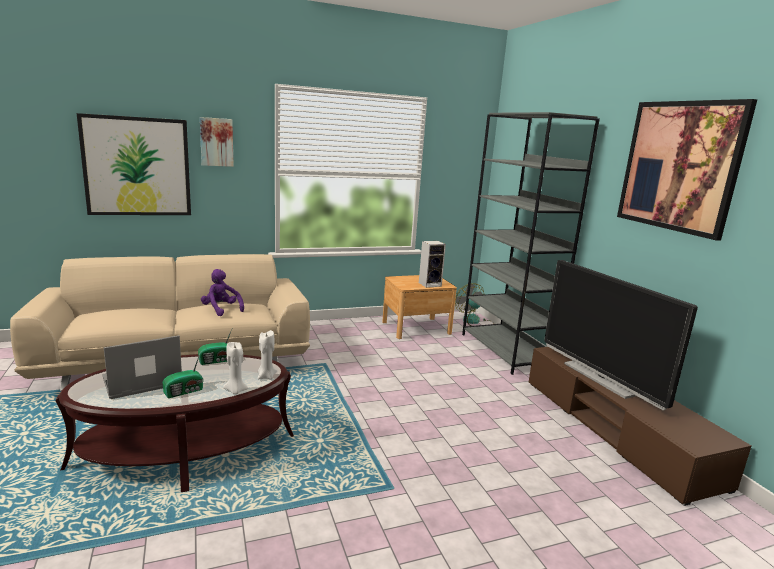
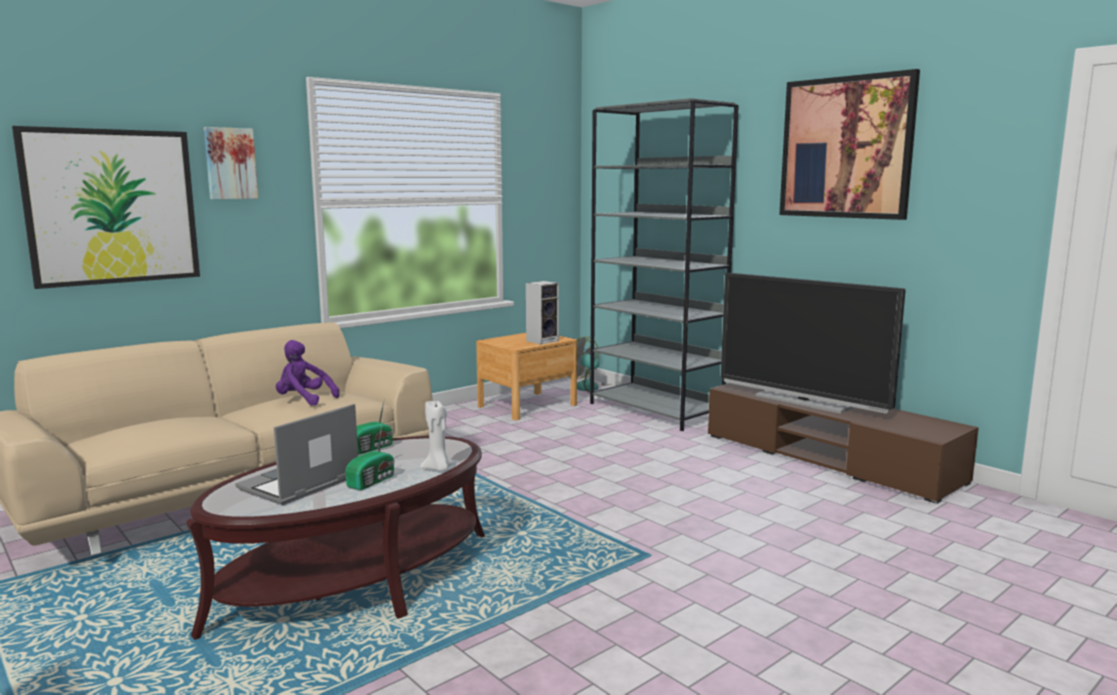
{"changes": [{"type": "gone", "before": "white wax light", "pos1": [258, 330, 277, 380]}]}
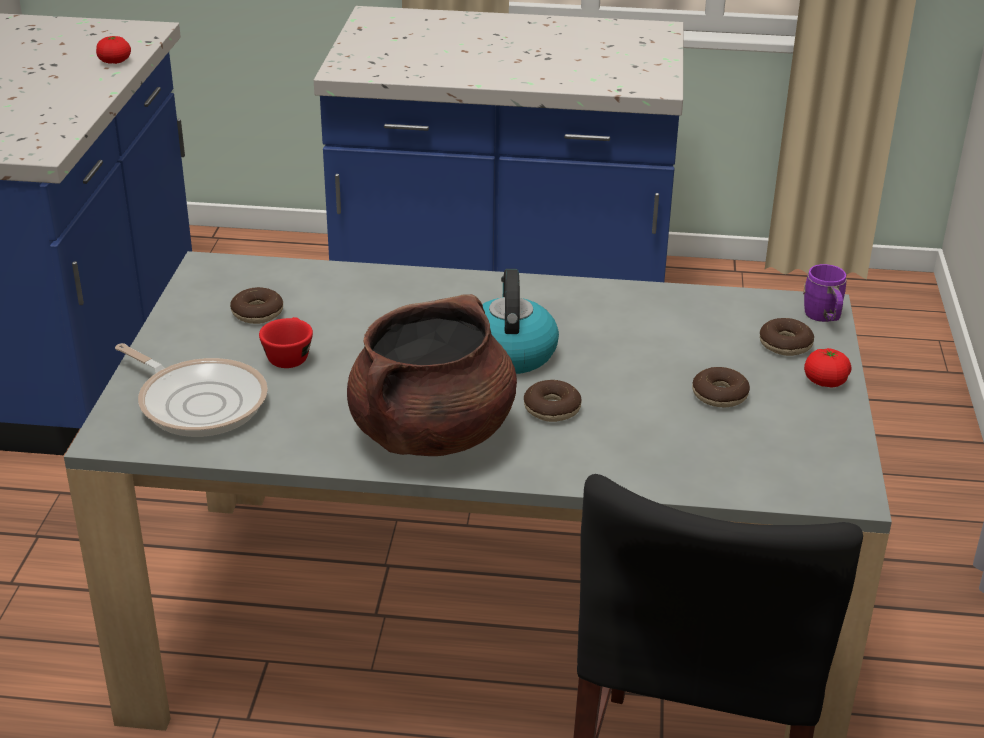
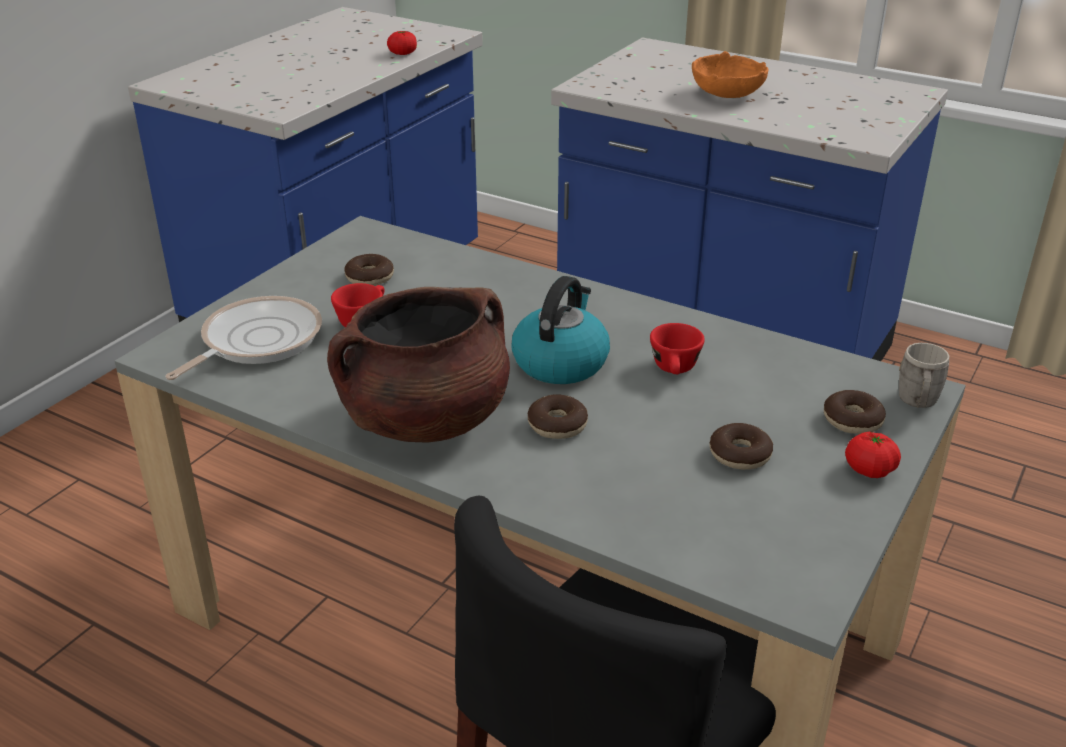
{"changes": [{"type": "rotated", "before": "pan", "pos1": [115, 343, 268, 437], "pos2": [165, 296, 322, 380], "turn": -120}, {"type": "new", "after": "red small cup", "pos2": [650, 323, 705, 374]}, {"type": "new", "after": "orange-coloured deep dish", "pos2": [692, 51, 769, 98]}, {"type": "repainted", "before": "purple mug", "after": "greyish mug", "pos1": [803, 264, 846, 322], "pos2": [899, 343, 950, 408]}]}
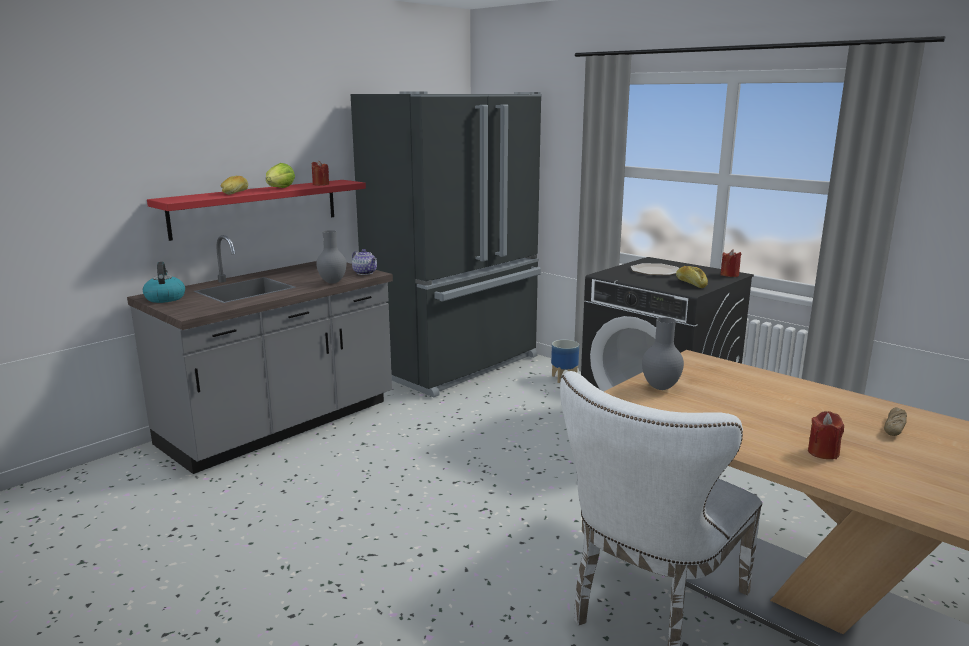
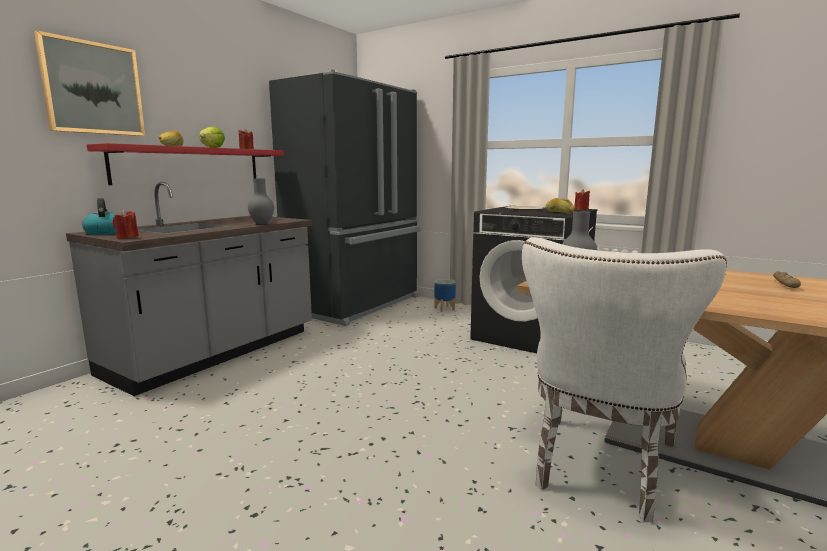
{"changes": [{"type": "new", "after": "wall picture", "pos2": [34, 31, 145, 136]}, {"type": "shifted", "before": "red wax light", "pos1": [808, 411, 844, 459], "pos2": [113, 210, 139, 239]}, {"type": "gone", "before": "pot for tea", "pos1": [352, 249, 377, 275]}]}
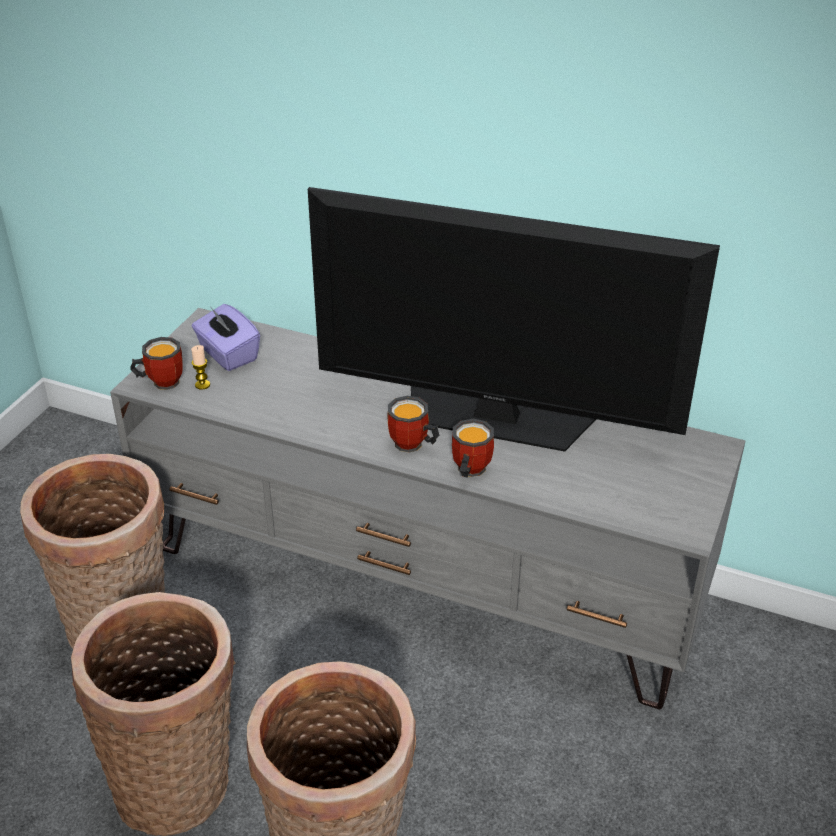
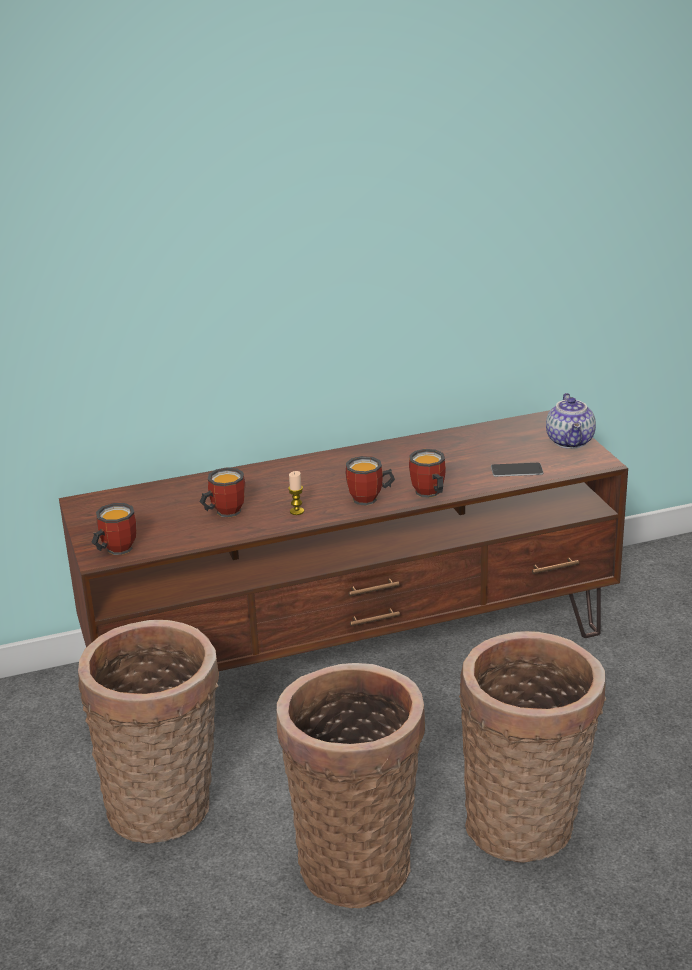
{"changes": [{"type": "repainted", "before": "greyish tv unit", "after": "brown-coloured tv unit", "pos1": [110, 308, 746, 710], "pos2": [59, 410, 628, 671]}, {"type": "new", "after": "mug", "pos2": [200, 467, 245, 518]}, {"type": "shifted", "before": "wax light", "pos1": [191, 345, 210, 390], "pos2": [288, 471, 304, 515]}, {"type": "new", "after": "phone", "pos2": [491, 463, 544, 477]}, {"type": "new", "after": "pot for tea", "pos2": [546, 393, 596, 449]}, {"type": "gone", "before": "purple box of tissues", "pos1": [192, 304, 260, 371]}, {"type": "gone", "before": "TV set", "pos1": [308, 187, 720, 451]}]}
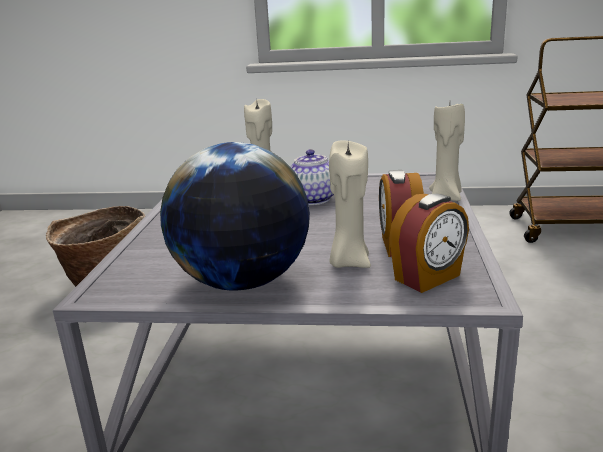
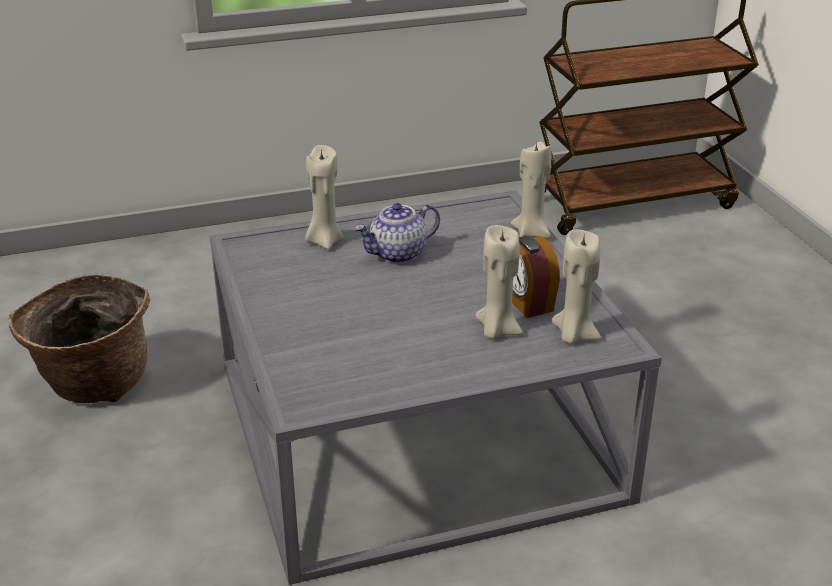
{"changes": [{"type": "swapped", "before": "alarm clock", "after": "sand-coloured wax light", "pos1": [389, 194, 469, 293], "pos2": [551, 229, 601, 344]}, {"type": "gone", "before": "world globe", "pos1": [160, 142, 310, 290]}]}
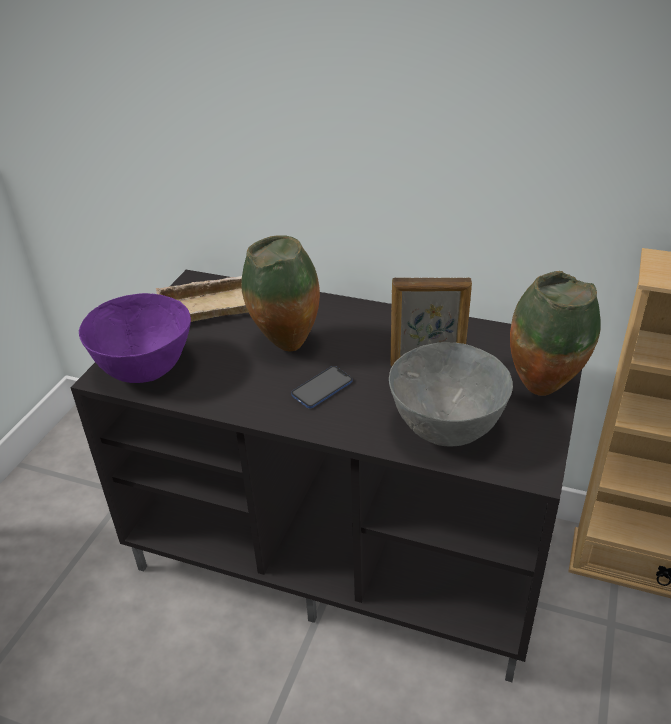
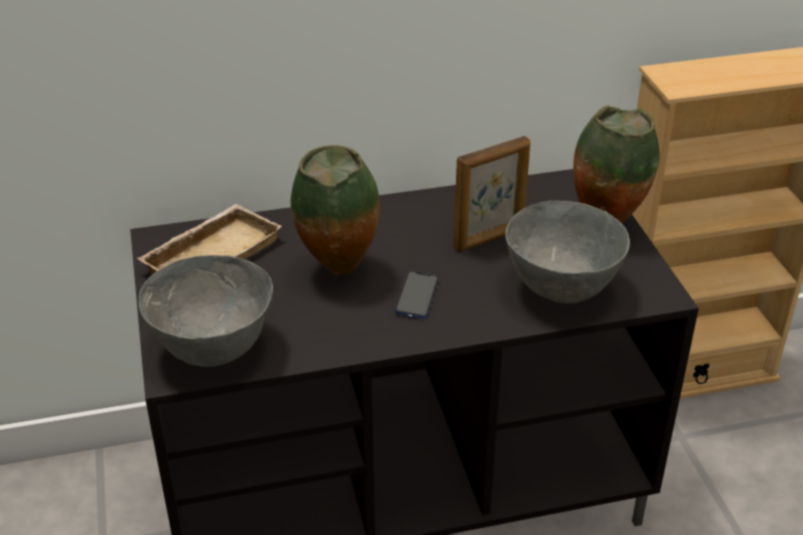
{"changes": [{"type": "repainted", "before": "purple deep dish", "after": "greyish deep dish", "pos1": [79, 293, 191, 383], "pos2": [138, 255, 273, 367]}]}
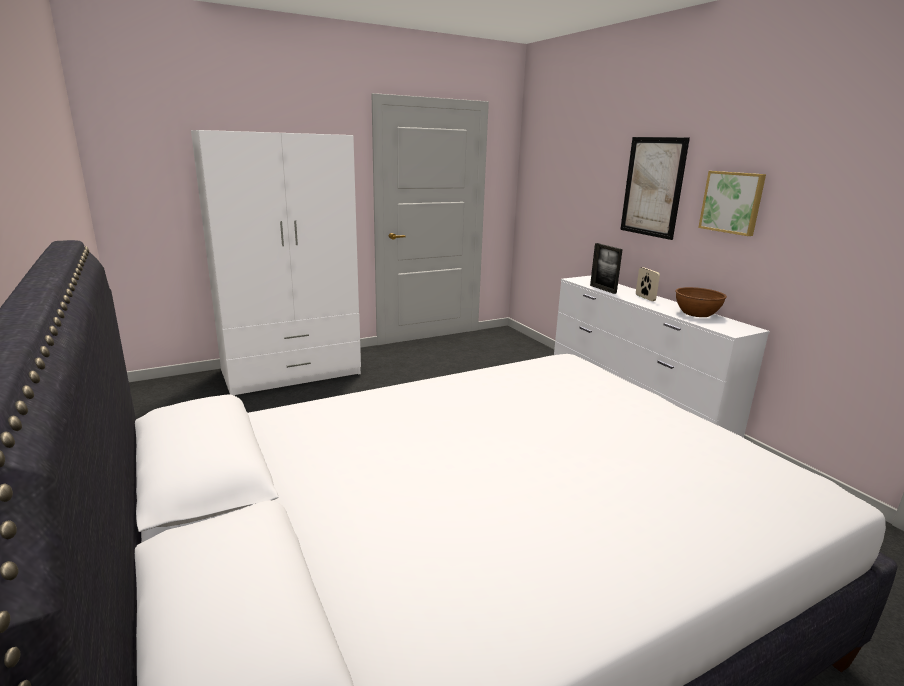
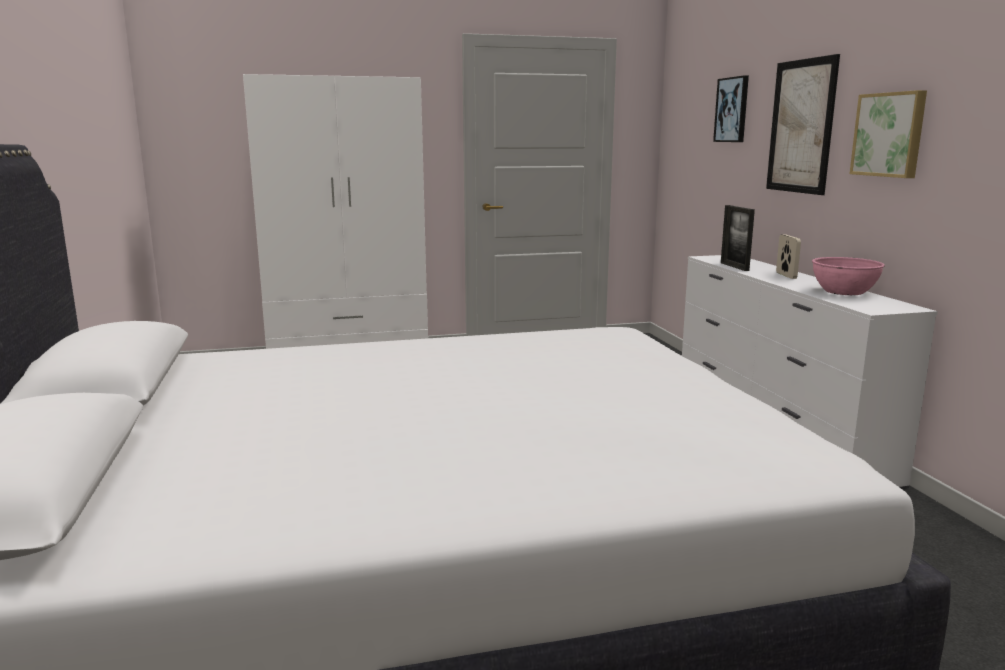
{"changes": [{"type": "new", "after": "wall picture", "pos2": [713, 75, 749, 142]}, {"type": "repainted", "before": "brown-coloured deep dish", "after": "pink deep dish", "pos1": [675, 287, 727, 317], "pos2": [812, 257, 885, 295]}]}
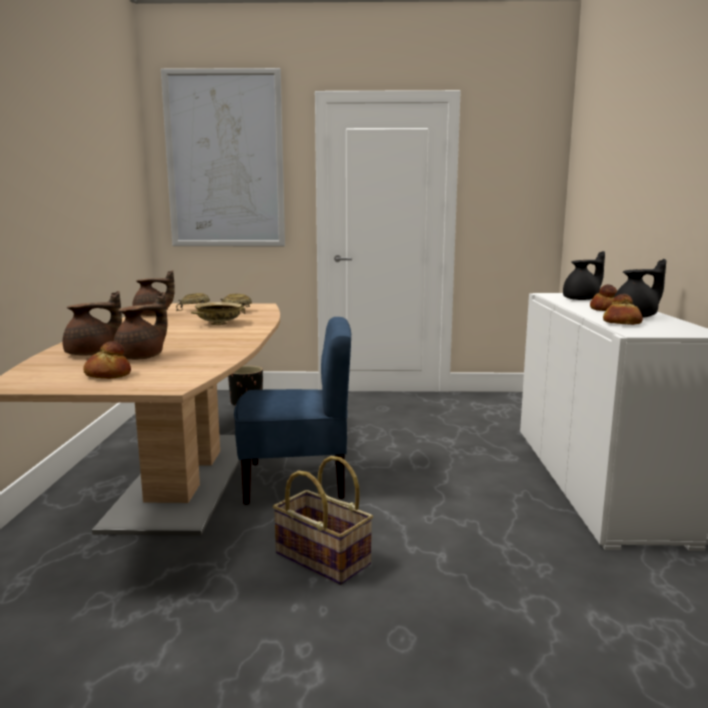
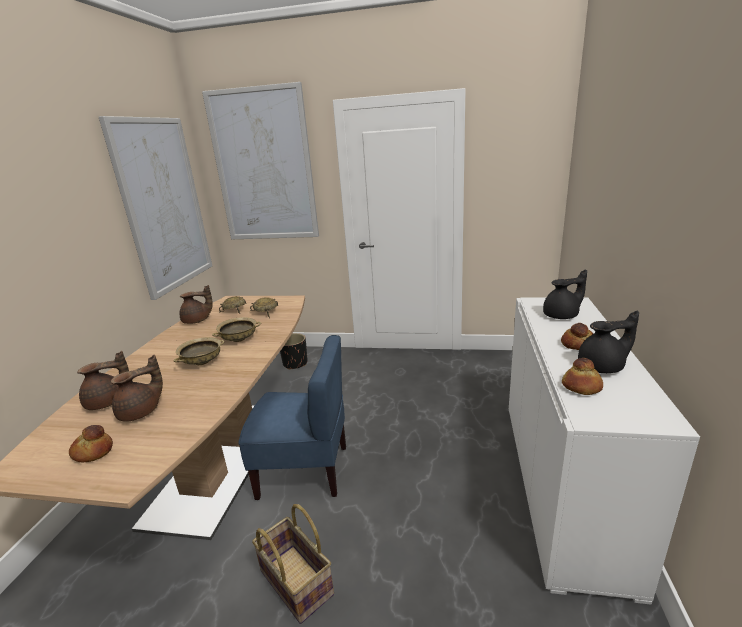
{"changes": [{"type": "new", "after": "wall picture", "pos2": [99, 116, 212, 300]}, {"type": "new", "after": "sand-coloured deep dish", "pos2": [173, 337, 224, 365]}]}
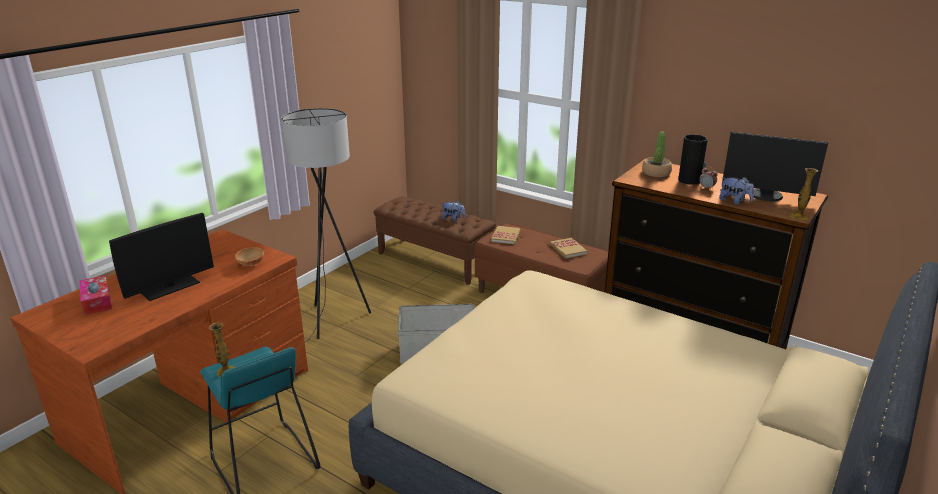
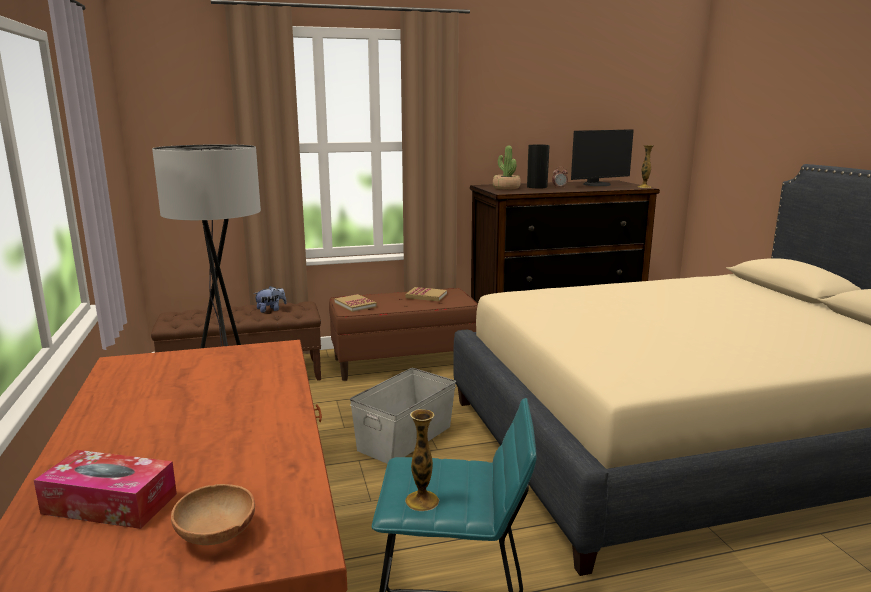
{"changes": [{"type": "shifted", "before": "brown-coloured deep dish", "pos1": [235, 247, 264, 266], "pos2": [171, 484, 255, 545]}, {"type": "gone", "before": "monitor", "pos1": [109, 213, 214, 301]}, {"type": "gone", "before": "plush toy", "pos1": [719, 177, 754, 204]}]}
